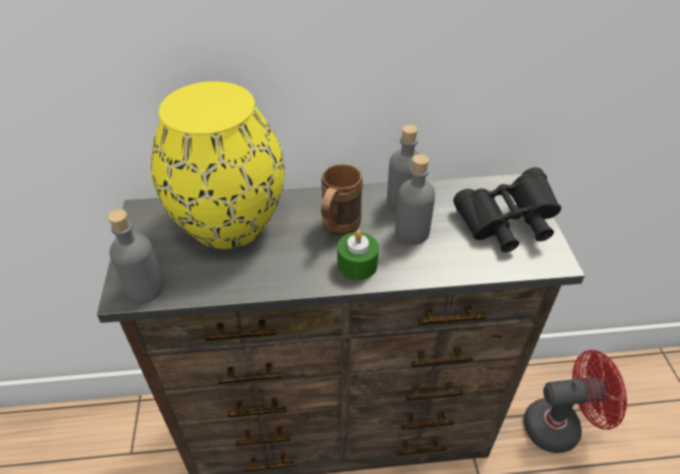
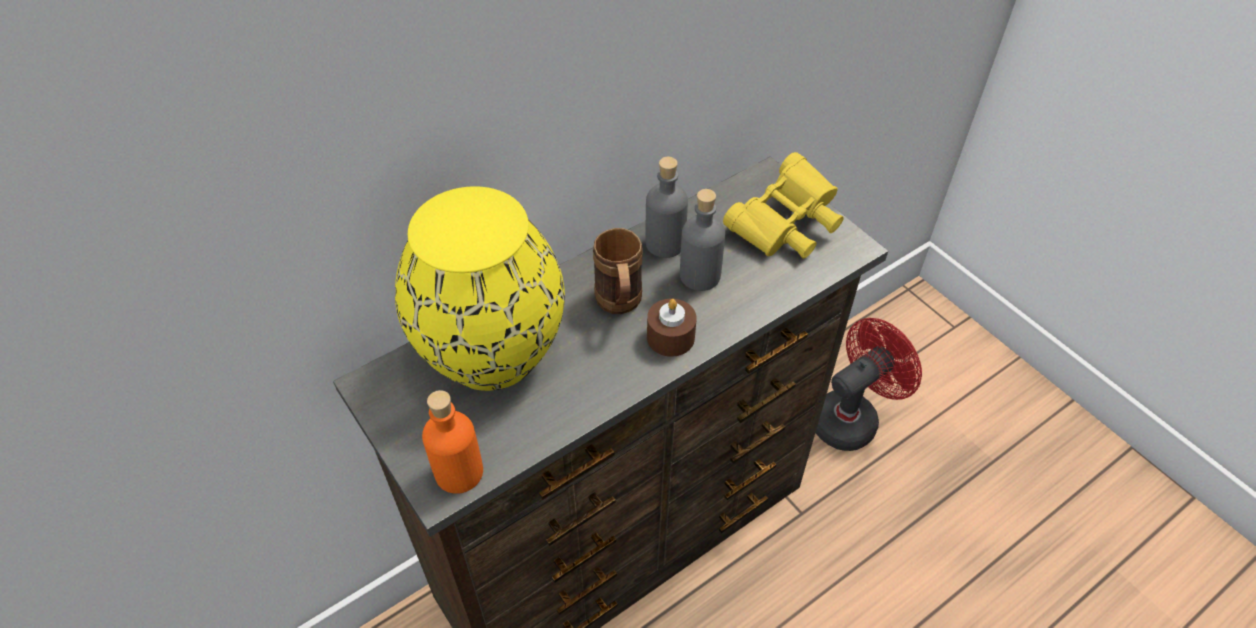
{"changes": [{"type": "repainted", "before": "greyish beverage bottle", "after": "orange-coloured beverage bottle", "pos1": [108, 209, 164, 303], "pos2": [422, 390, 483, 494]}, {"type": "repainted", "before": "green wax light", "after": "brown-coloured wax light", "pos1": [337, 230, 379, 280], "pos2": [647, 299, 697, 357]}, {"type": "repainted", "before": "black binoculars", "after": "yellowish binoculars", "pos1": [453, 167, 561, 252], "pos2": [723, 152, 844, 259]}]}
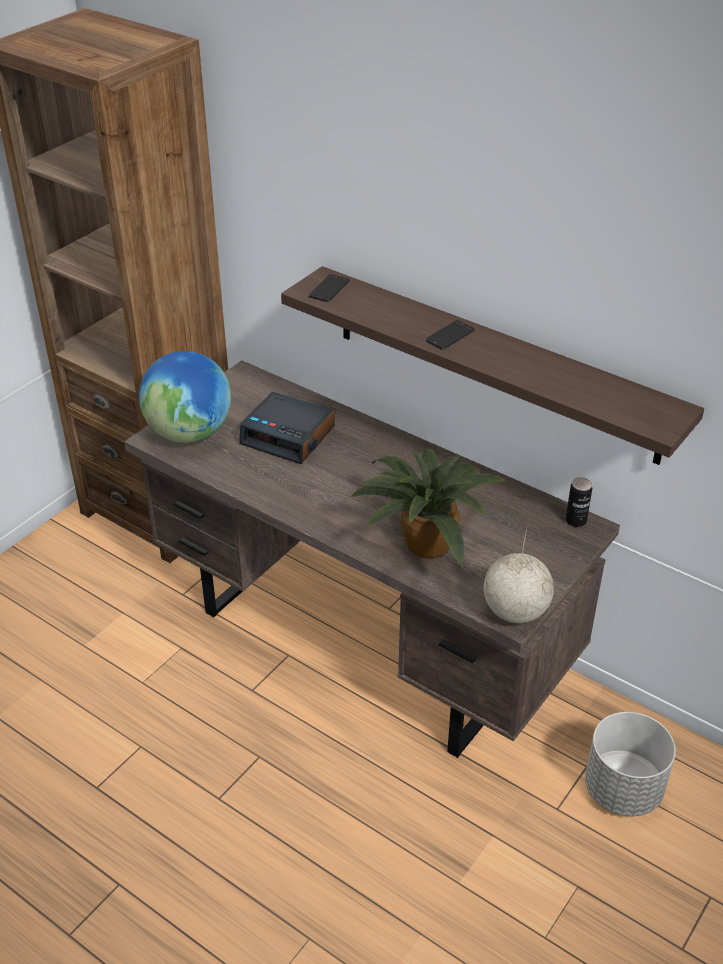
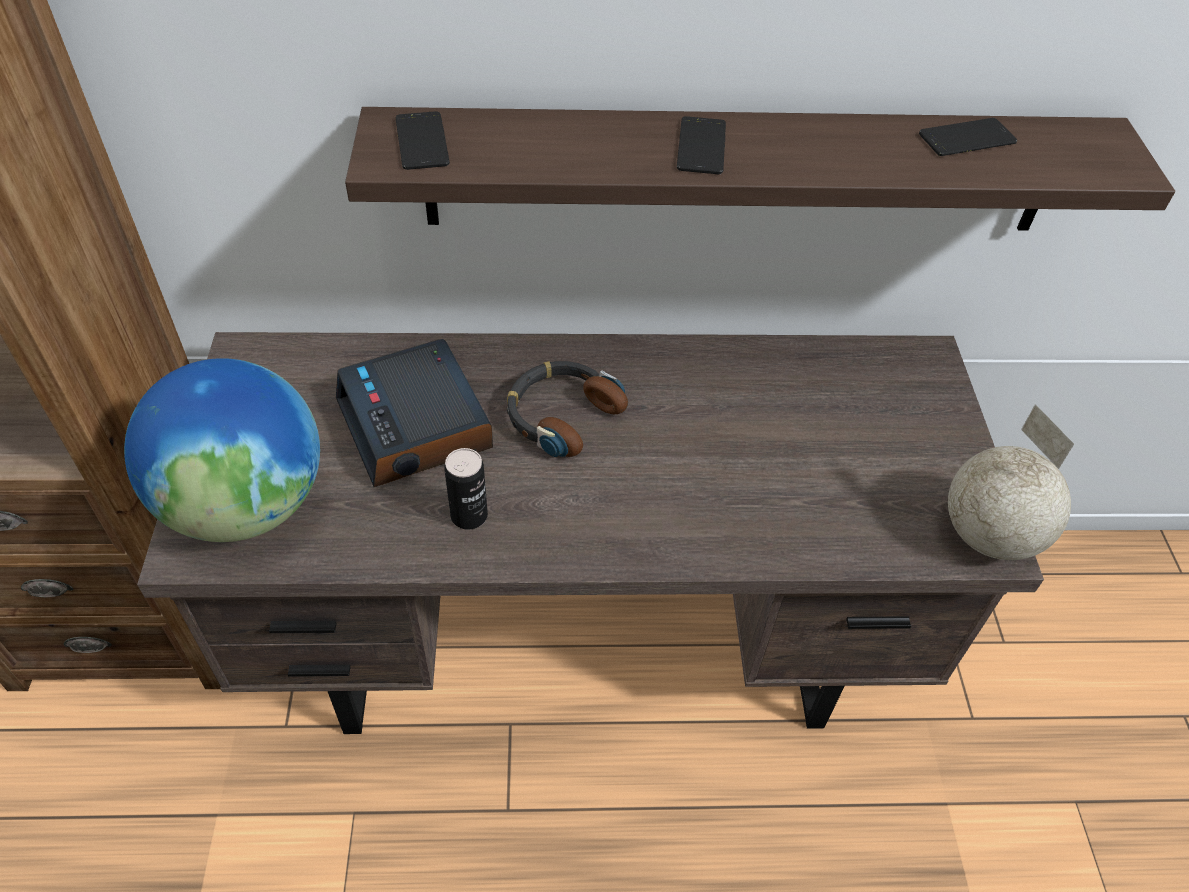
{"changes": [{"type": "rotated", "before": "alarm clock", "pos1": [239, 392, 335, 464], "pos2": [336, 339, 493, 487], "turn": 75}, {"type": "shifted", "before": "can", "pos1": [566, 477, 592, 527], "pos2": [444, 448, 488, 530]}, {"type": "new", "after": "headphones", "pos2": [507, 361, 628, 457]}, {"type": "new", "after": "phone", "pos2": [919, 118, 1017, 156]}, {"type": "gone", "before": "houseplant", "pos1": [351, 449, 506, 566]}, {"type": "gone", "before": "greyish planter", "pos1": [585, 712, 676, 816]}]}
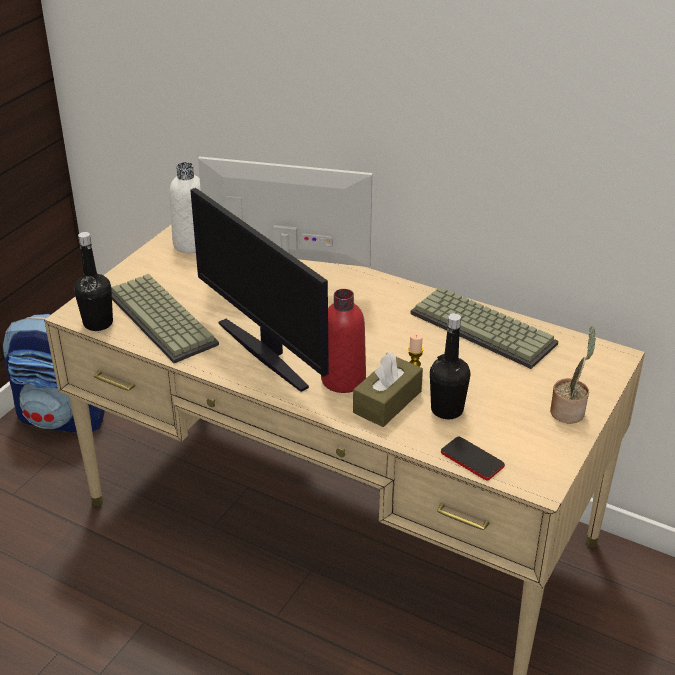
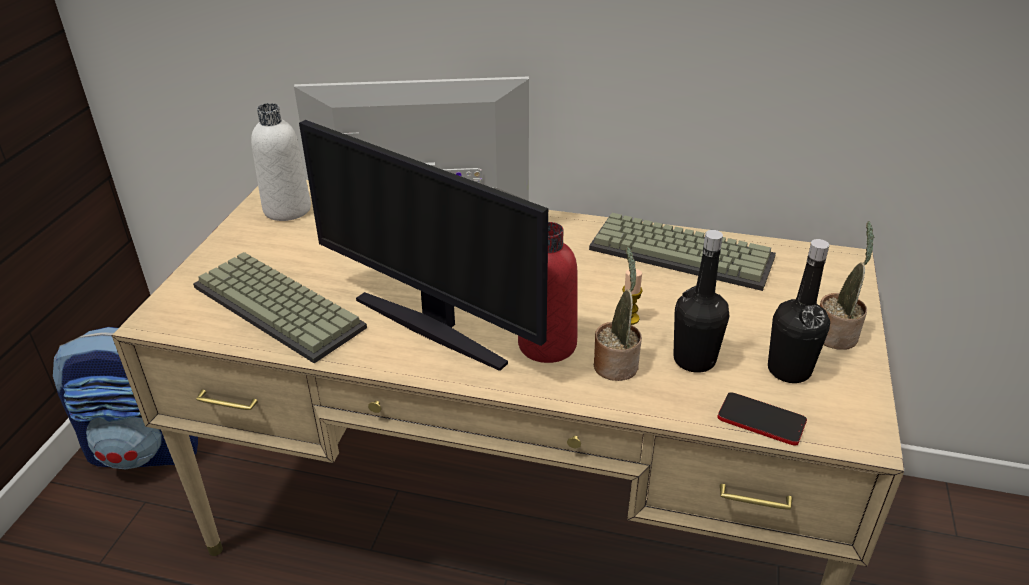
{"changes": [{"type": "swapped", "before": "brown-coloured box of tissues", "after": "houseplant", "pos1": [353, 352, 423, 427], "pos2": [594, 247, 642, 381]}, {"type": "shifted", "before": "black beverage bottle", "pos1": [74, 232, 113, 331], "pos2": [768, 239, 830, 383]}]}
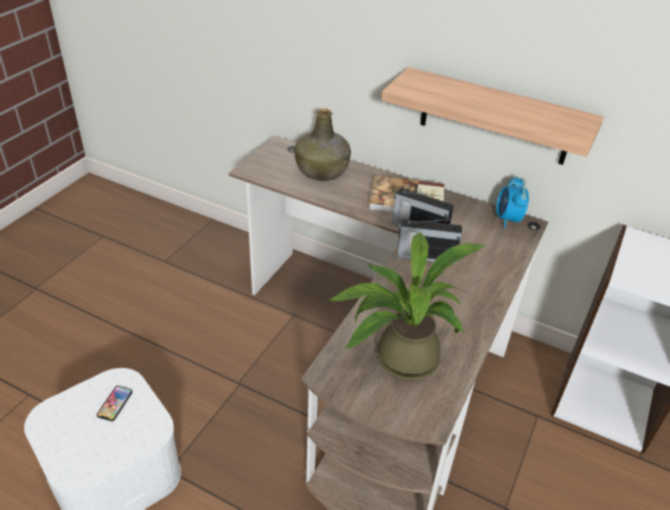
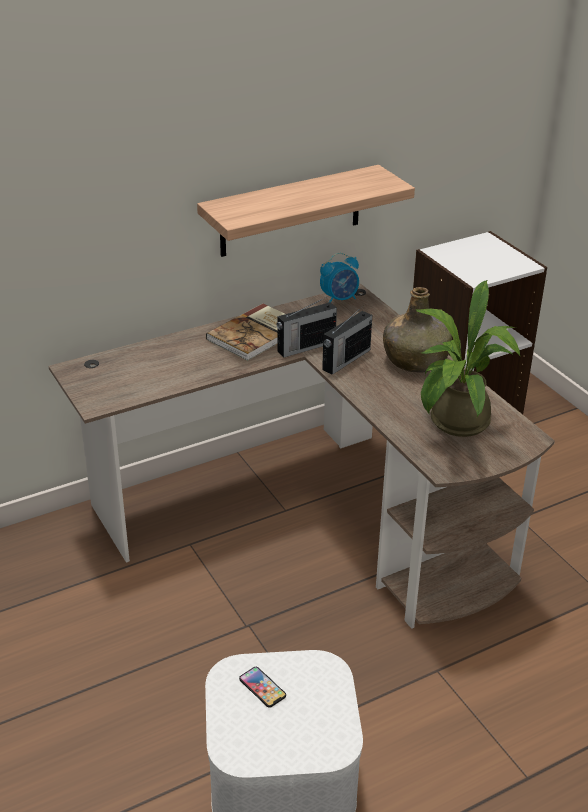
{"changes": [{"type": "rotated", "before": "alarm clock", "pos1": [496, 176, 529, 228], "pos2": [320, 253, 359, 302], "turn": -60}, {"type": "shifted", "before": "green beverage bottle", "pos1": [294, 108, 351, 181], "pos2": [383, 287, 452, 372]}]}
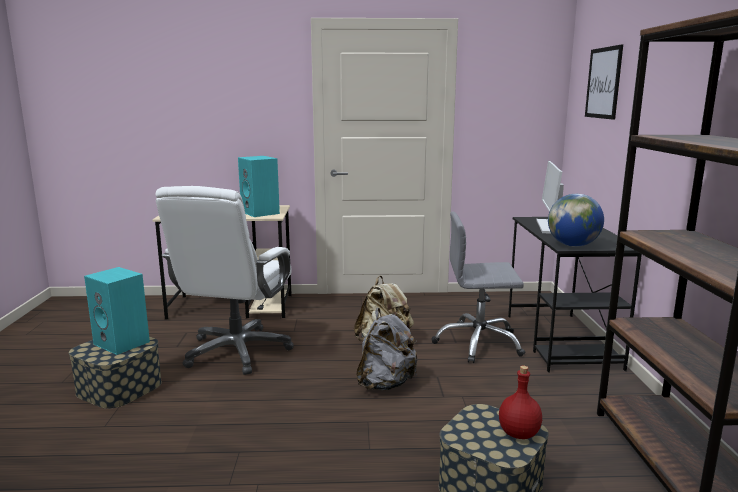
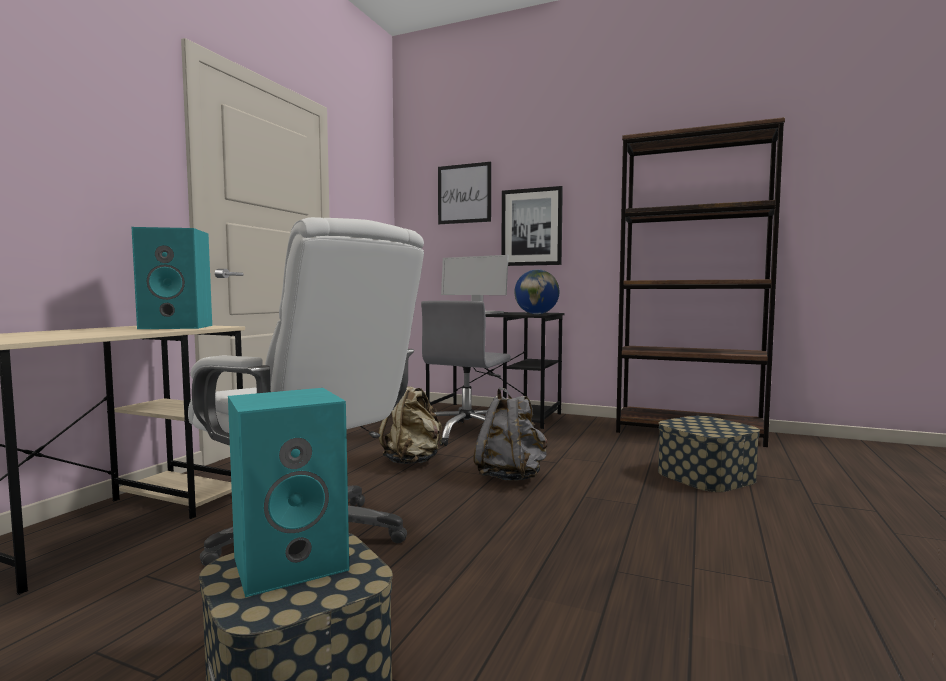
{"changes": [{"type": "new", "after": "wall picture", "pos2": [501, 186, 563, 266]}, {"type": "gone", "before": "red beverage bottle", "pos1": [499, 366, 542, 439]}]}
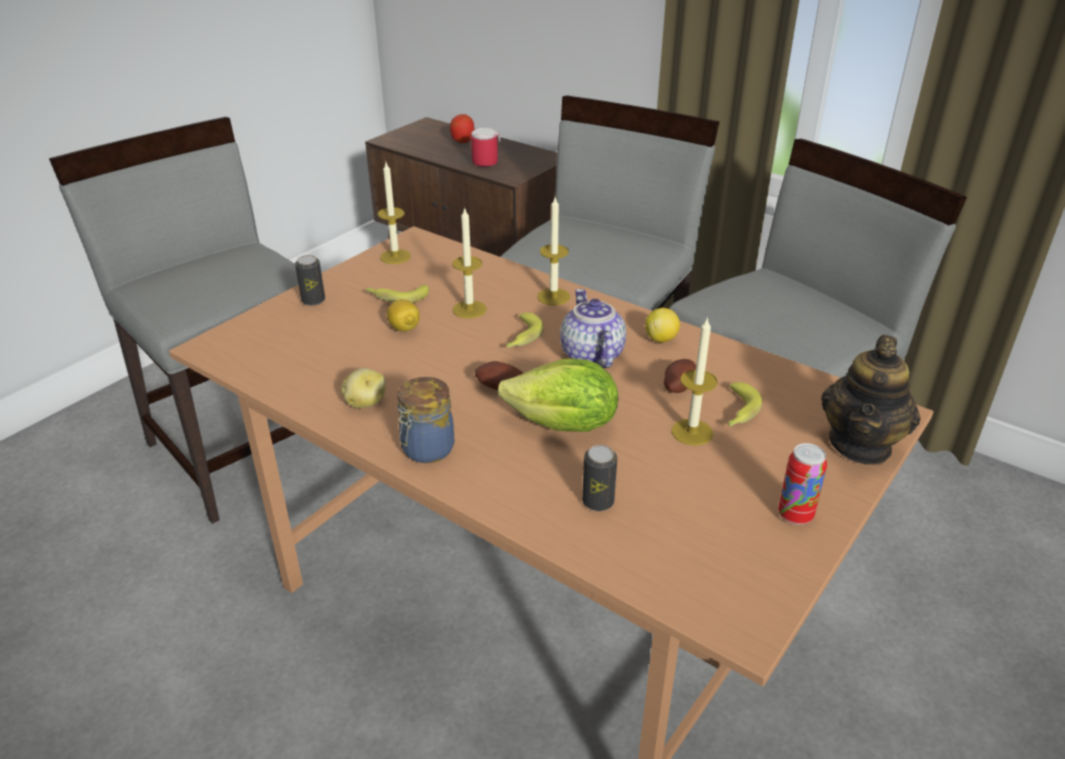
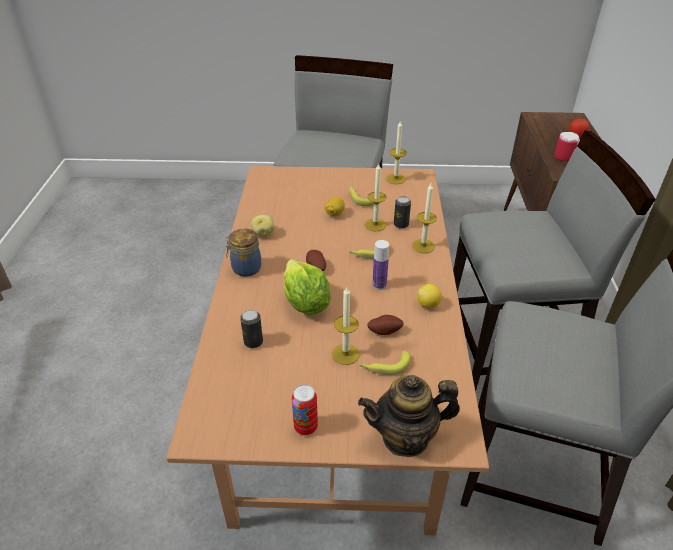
{"changes": [{"type": "swapped", "before": "pot for tea", "after": "beverage bottle", "pos1": [560, 289, 626, 368], "pos2": [372, 240, 389, 290]}, {"type": "shifted", "before": "can", "pos1": [295, 255, 325, 306], "pos2": [394, 196, 411, 229]}]}
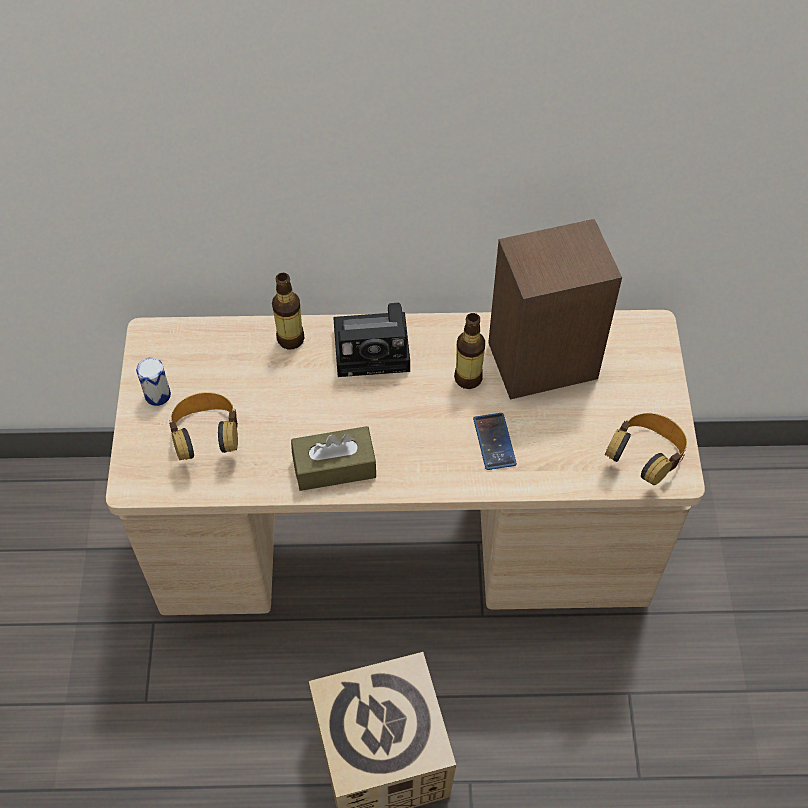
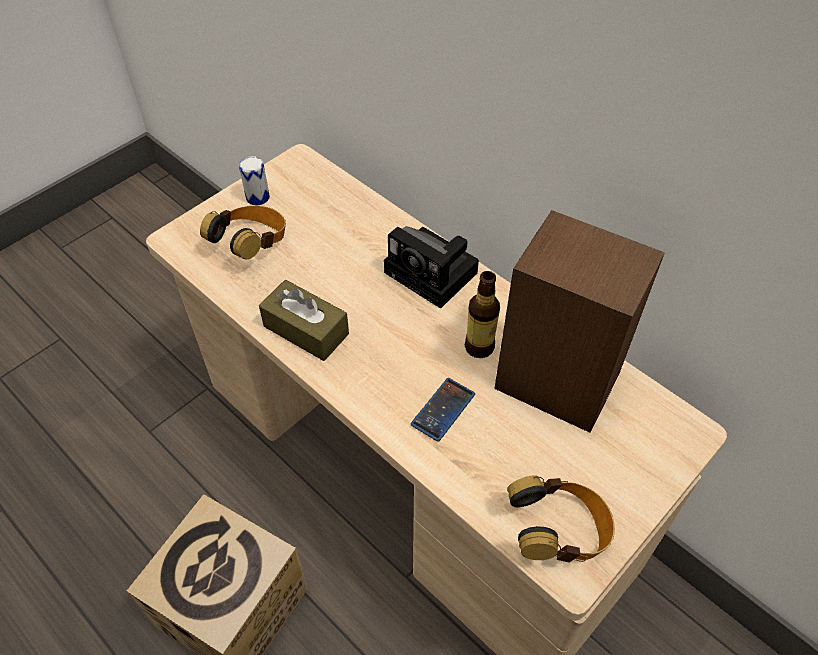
{"changes": [{"type": "gone", "before": "beverage bottle", "pos1": [272, 273, 304, 349]}]}
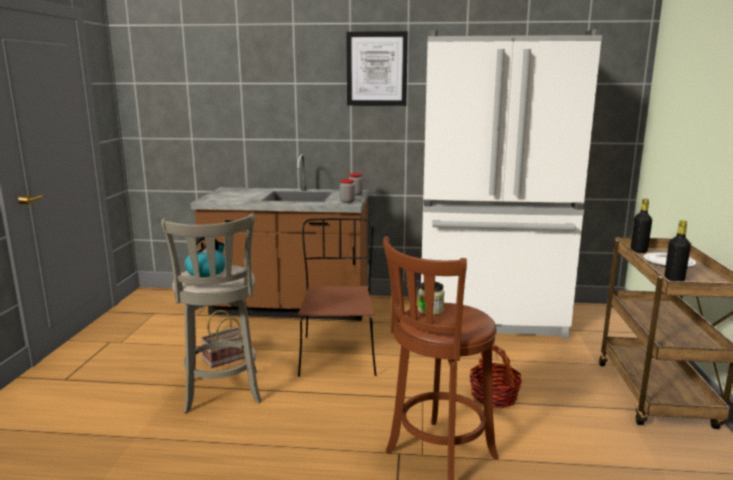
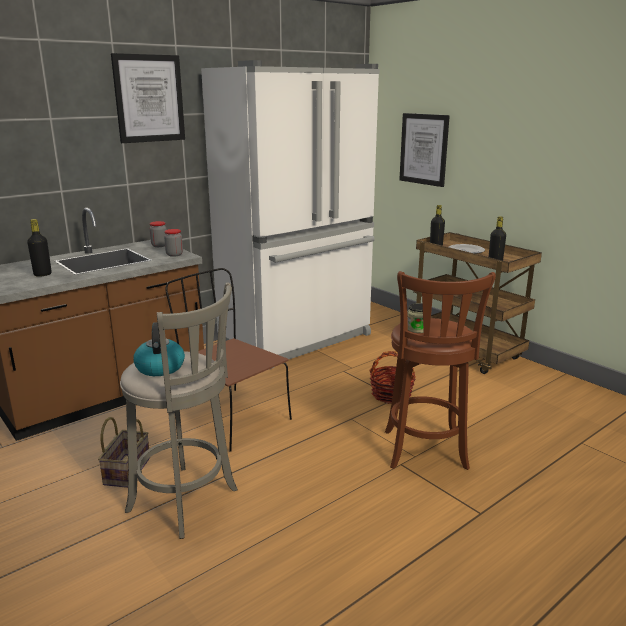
{"changes": [{"type": "new", "after": "black beverage bottle", "pos2": [27, 219, 52, 277]}, {"type": "new", "after": "wall picture", "pos2": [399, 113, 450, 187]}]}
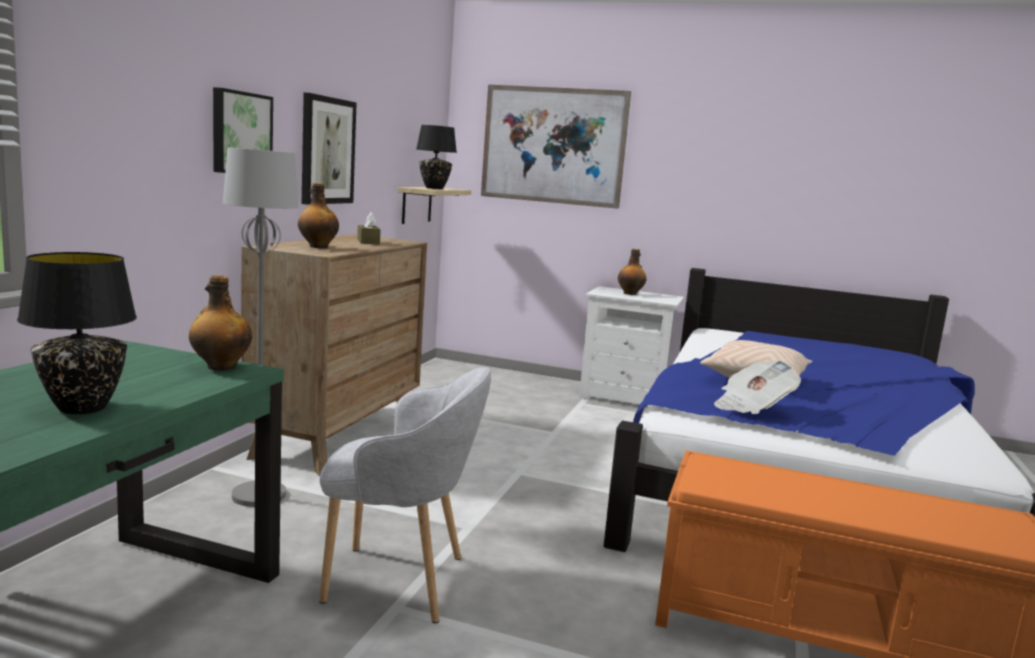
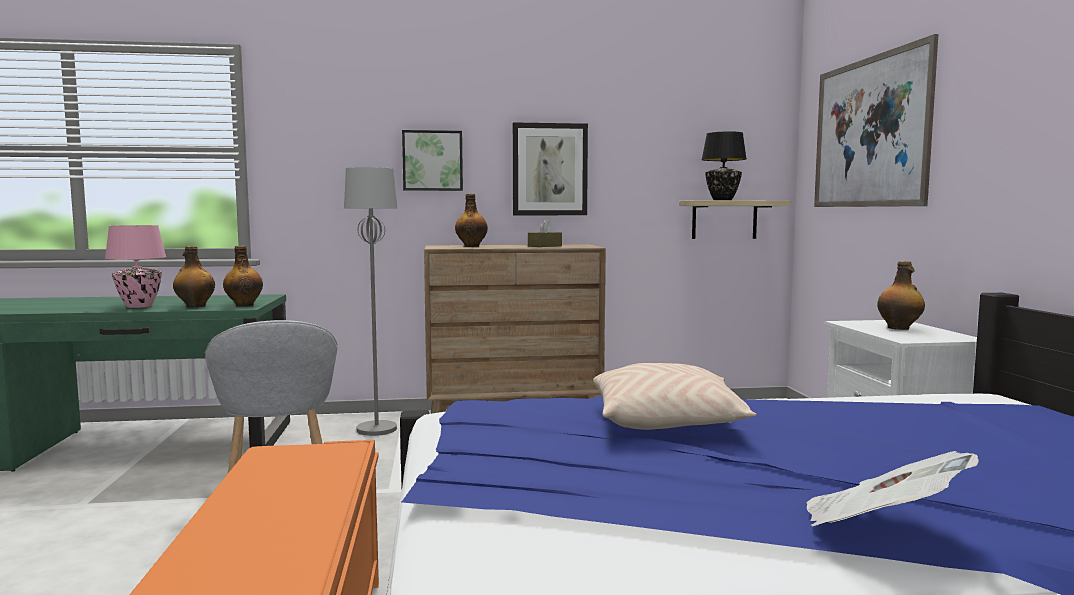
{"changes": [{"type": "repainted", "before": "black table lamp", "after": "pink table lamp", "pos1": [17, 252, 137, 414], "pos2": [105, 225, 166, 308]}, {"type": "new", "after": "beverage bottle", "pos2": [173, 246, 215, 307]}, {"type": "shifted", "before": "daily paper", "pos1": [714, 361, 801, 414], "pos2": [807, 451, 979, 526]}]}
